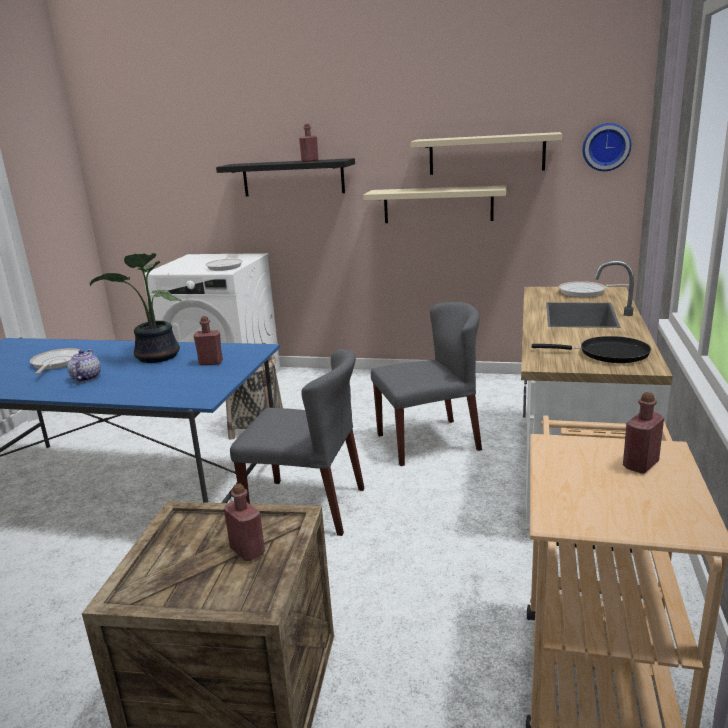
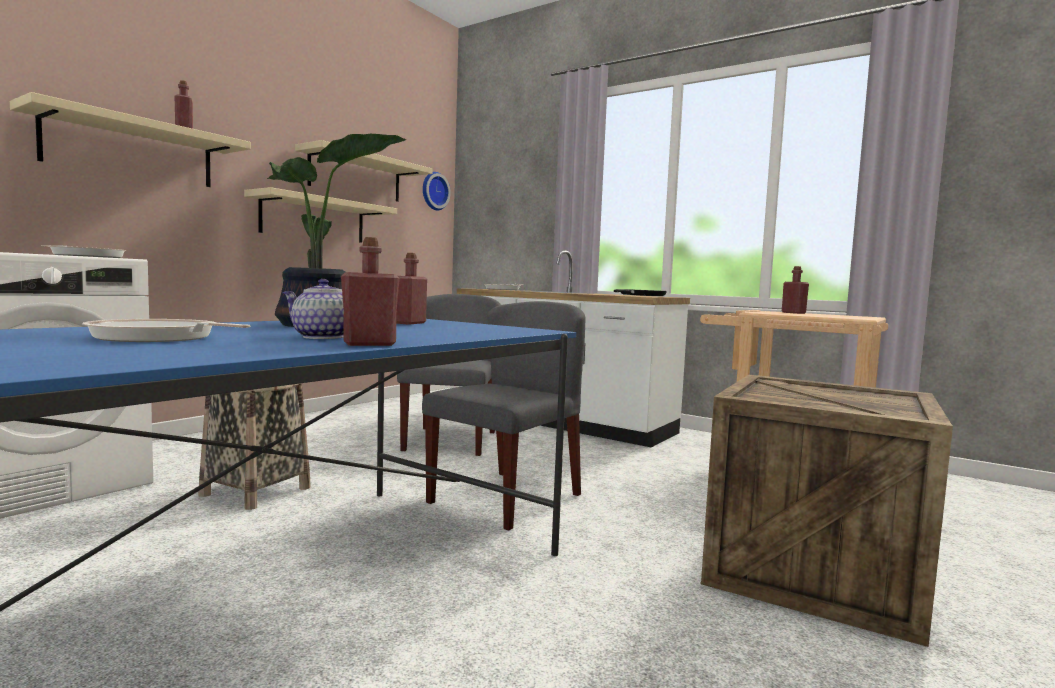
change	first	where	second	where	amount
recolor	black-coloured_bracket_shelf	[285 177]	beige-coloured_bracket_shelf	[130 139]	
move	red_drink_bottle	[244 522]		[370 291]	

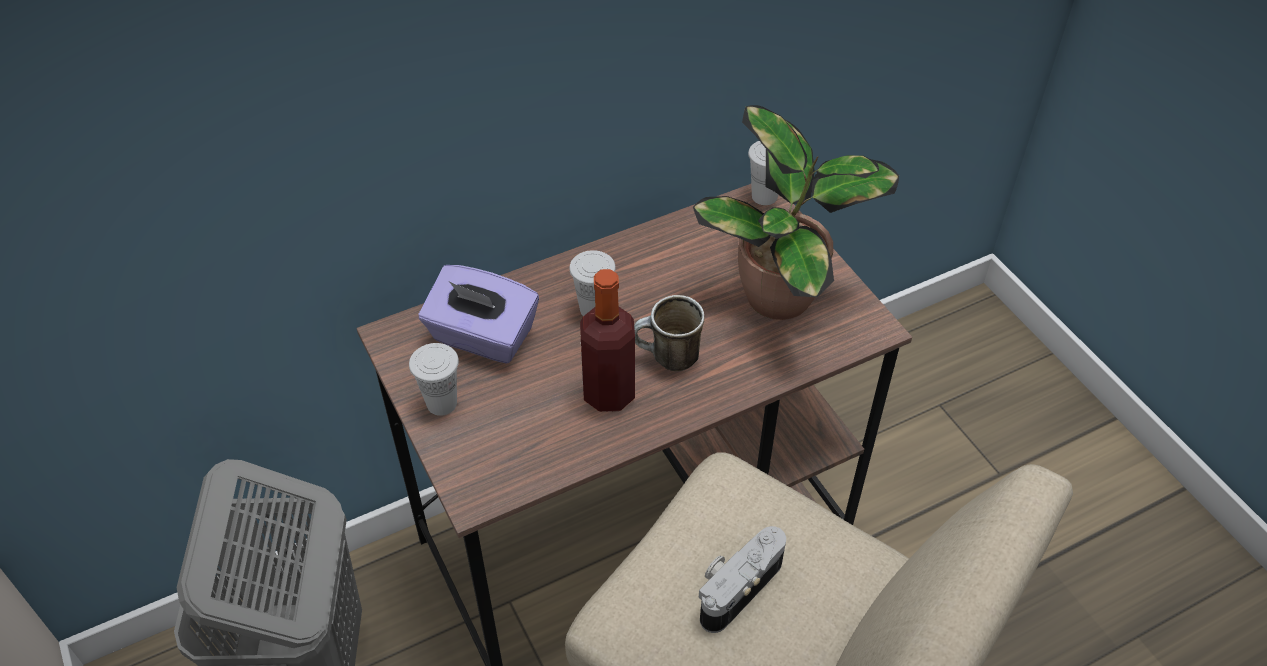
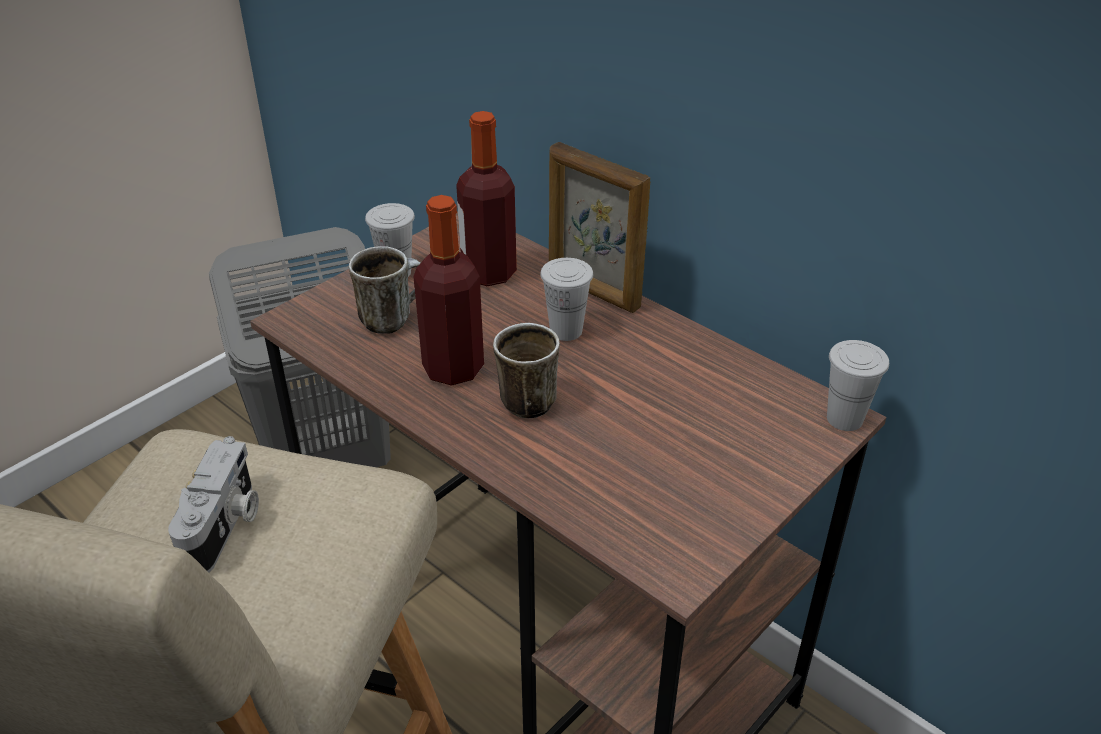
change	first	where	second	where	amount
delete	plant_in_a_pot	[796 212]			
replace	purple_tissue_holder	[479 314]	drink_bottle	[486 198]	
rotate	still_camera	[742 579]		[213 504]	75 degrees clockwise
insert			standing_frame	[600 227]	
insert			tea_mug	[384 290]	

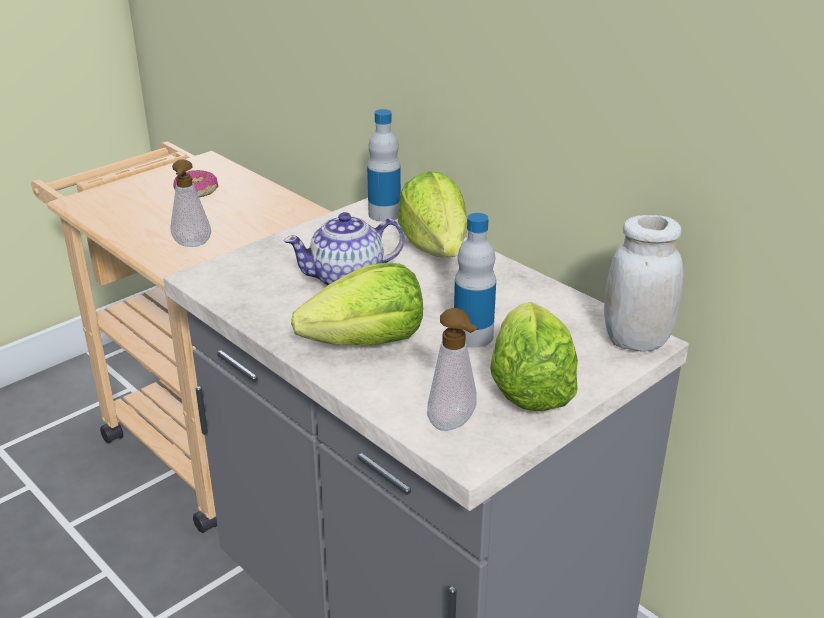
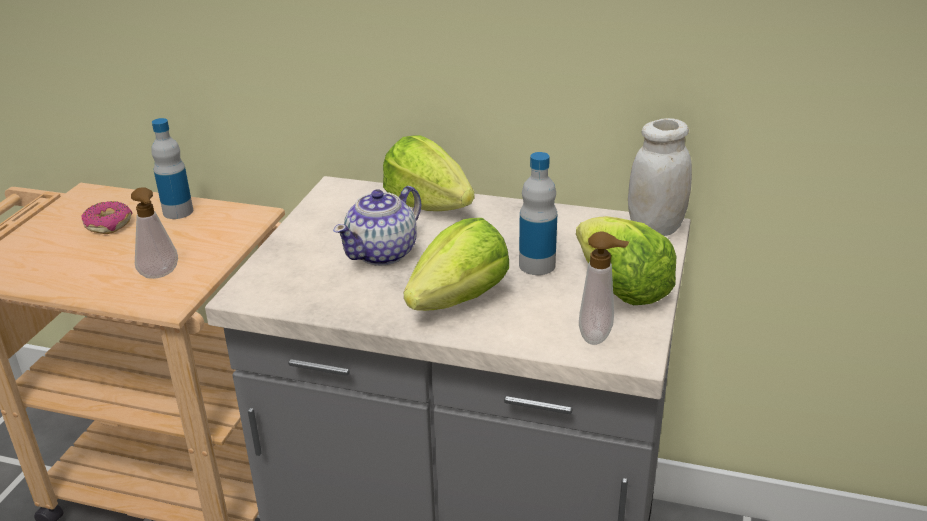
change	first	where	second	where	amount
move	drink_bottle	[384 165]		[172 168]	

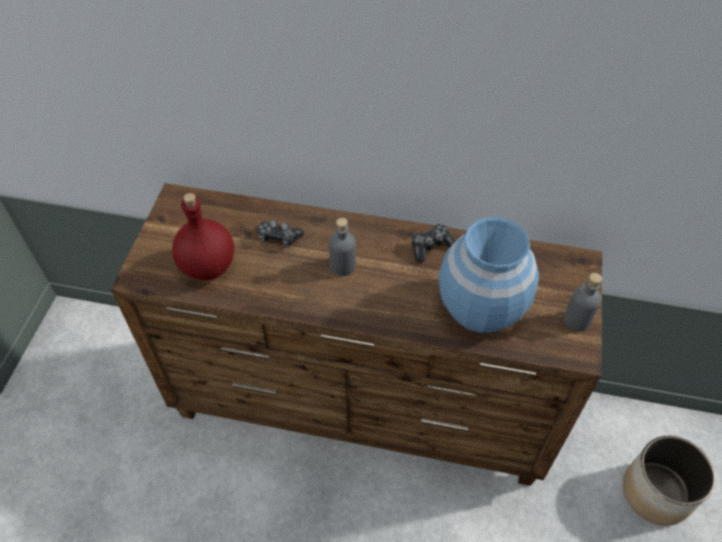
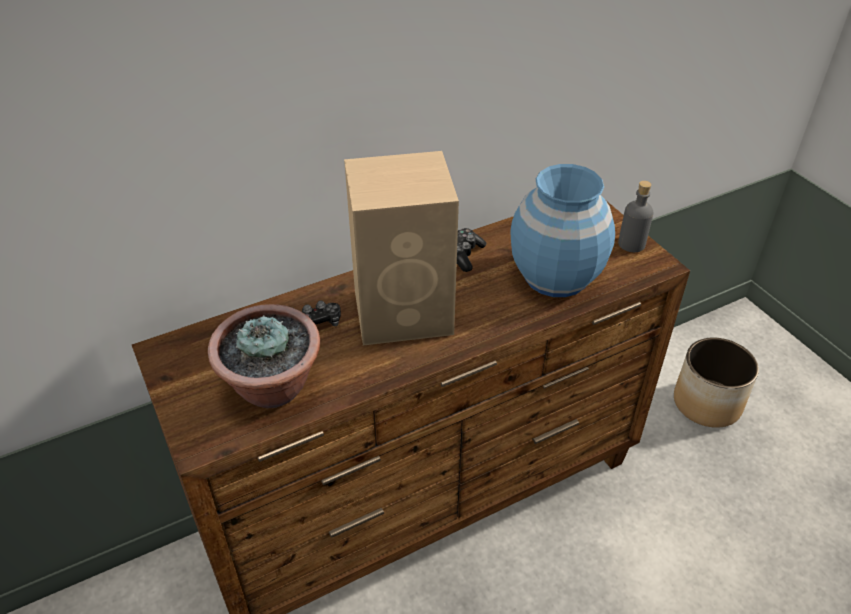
change	first	where	second	where	amount
replace	red_drink_bottle	[203 236]	plant_in_a_pot	[264 356]	
replace	grey_drink_bottle	[342 247]	beige-coloured_audio_speaker	[401 248]	

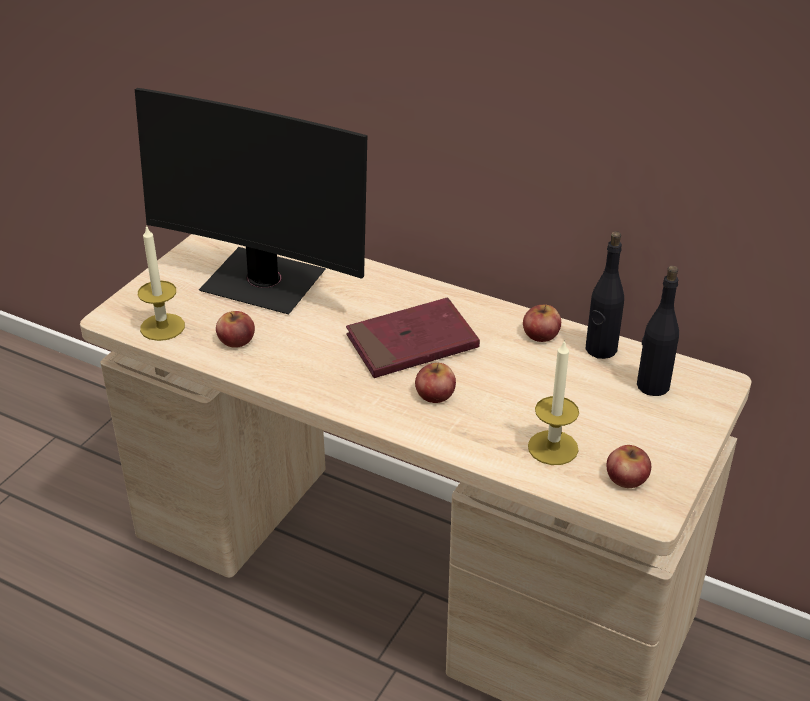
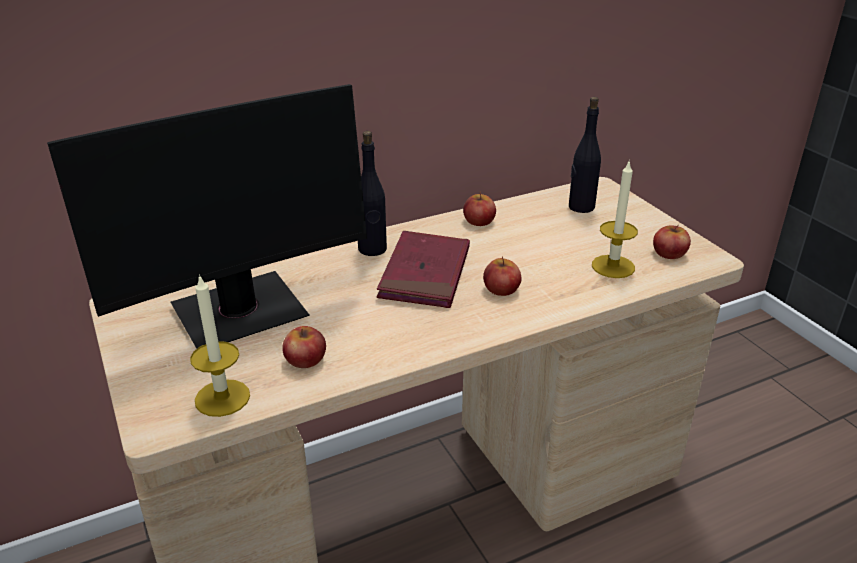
change	first	where	second	where	amount
move	black-coloured_drink_bottle	[605 295]		[372 193]	

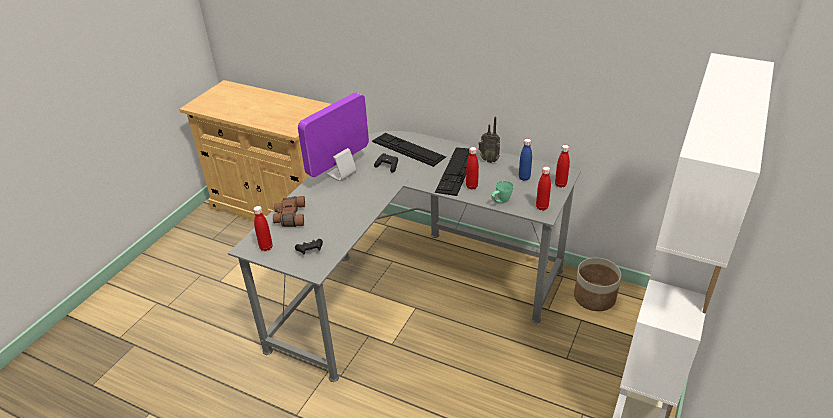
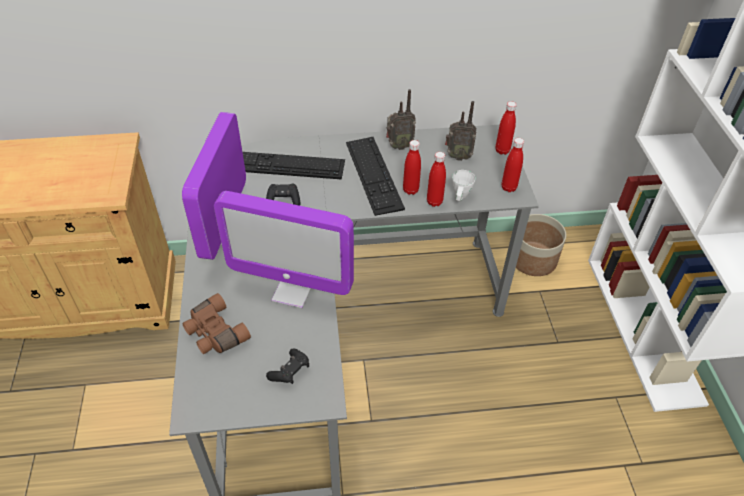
change	first	where	second	where	amount
replace	blue_drink_bottle	[525 160]	radio_receiver	[460 131]	
recolor	green_tea_mug	[502 192]	white_tea_mug	[463 185]	
move	red_drink_bottle	[263 228]		[436 179]	
insert			computer_display	[284 249]	

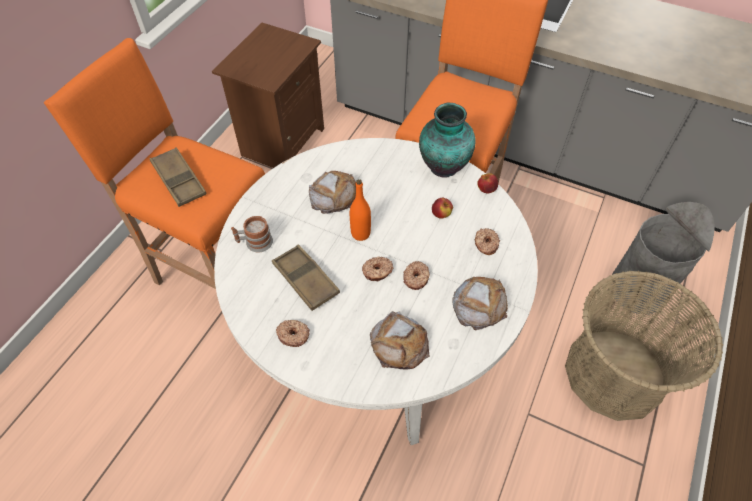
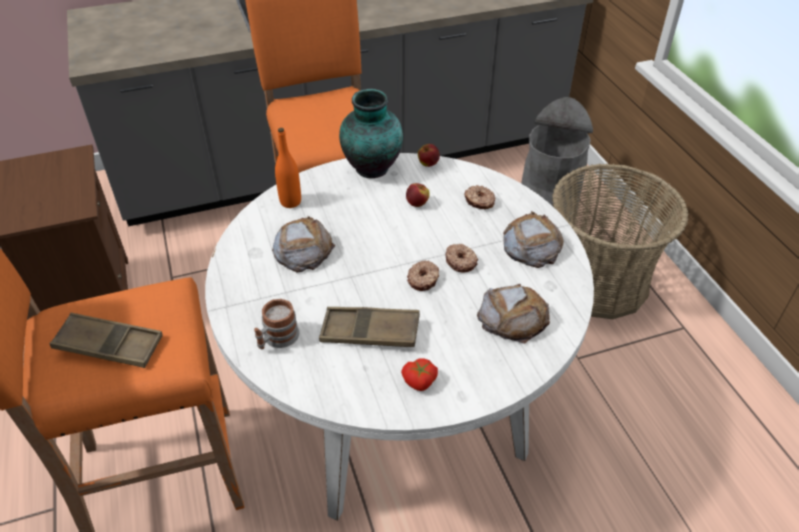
change	first	where	second	where	amount
move	orange-coloured_drink_bottle	[360 210]		[288 168]	
replace	doughnut	[293 333]	whole_tomato	[419 374]	

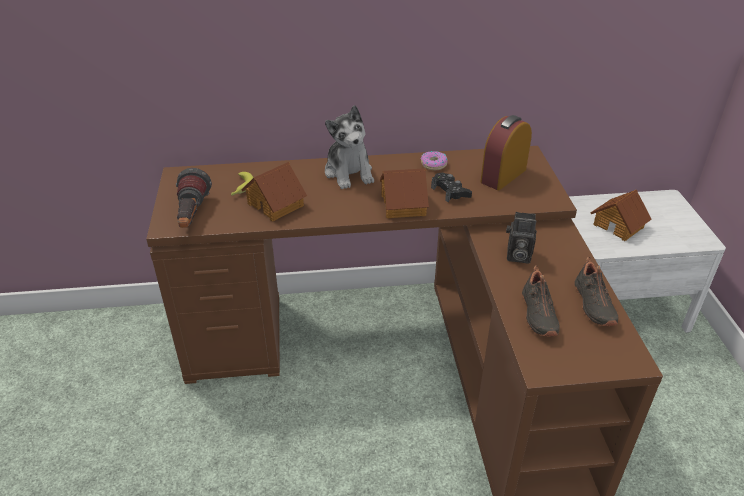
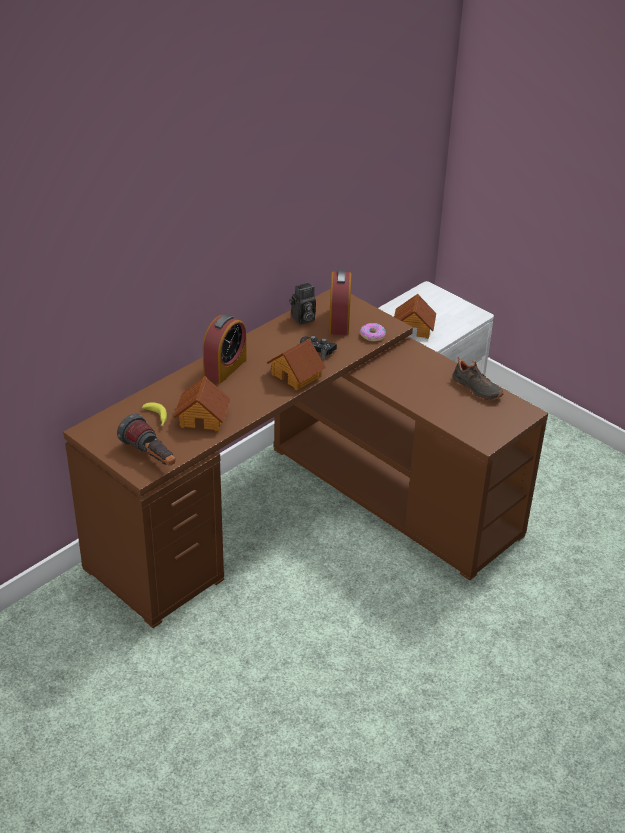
change	first	where	second	where	amount
replace	cuddly_toy	[349 147]	table_clock	[225 348]	
move	doughnut	[434 160]		[373 332]	
move	still_camera	[521 238]		[302 303]	
delete	black-coloured_item_of_footwear	[541 301]			

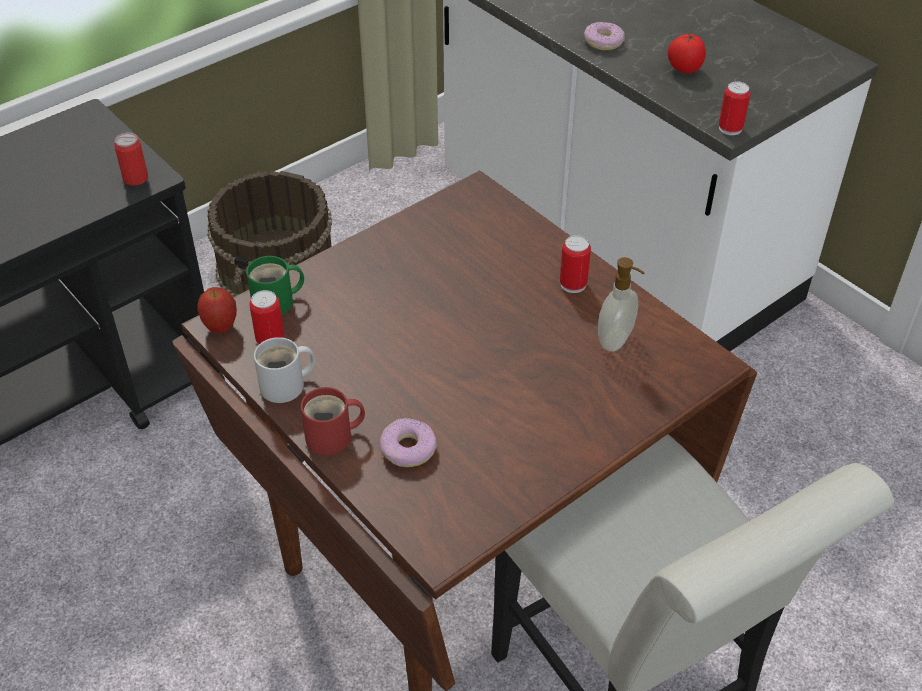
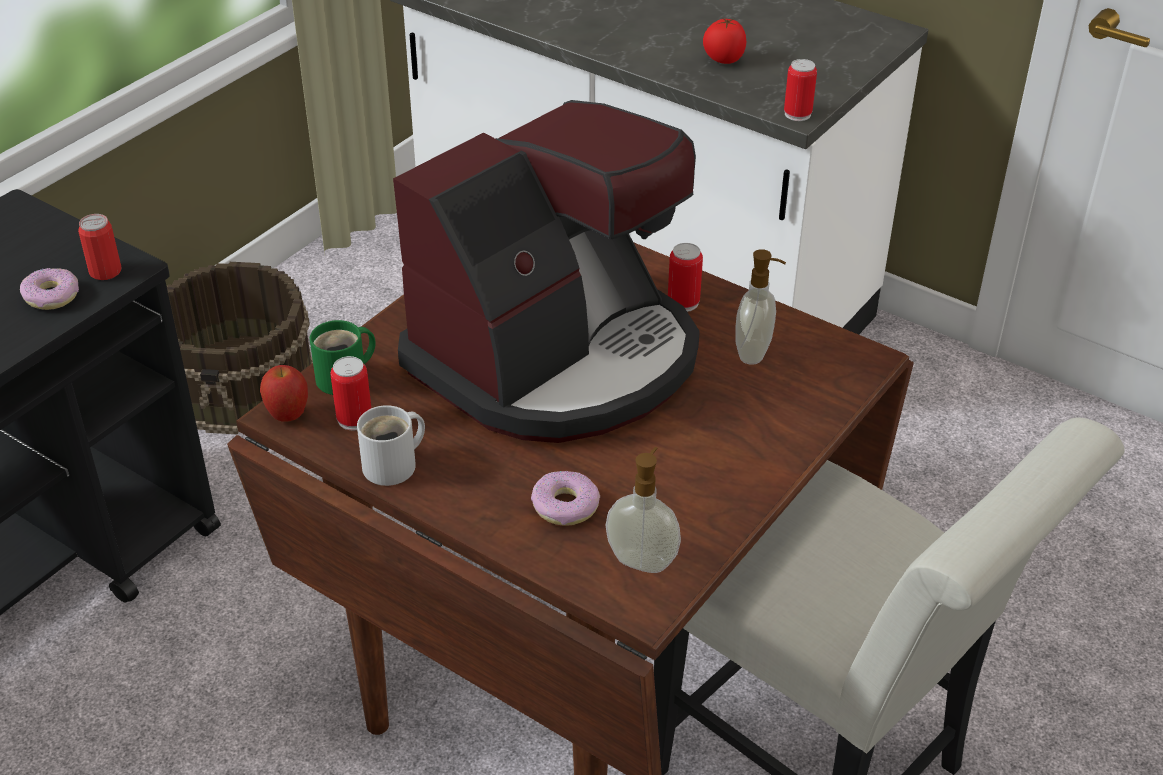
change	first	where	second	where	amount
move	doughnut	[604 36]		[49 289]	
delete	red_tea_mug	[333 421]			
insert			coffee_maker	[546 271]	
insert			soap_dispenser	[643 510]	

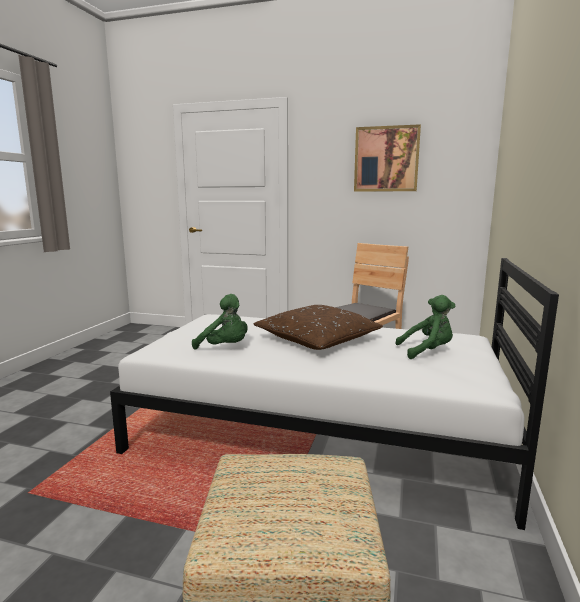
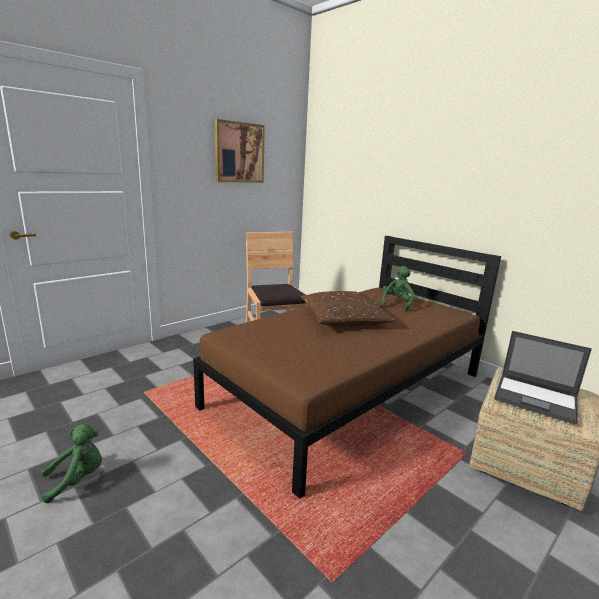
change	first	where	second	where	amount
recolor	white_bedroom_bed	[334 394]	brown-coloured_bedroom_bed	[347 367]	
move	green_cuddly_toy	[220 322]		[71 463]	
insert			laptop	[543 378]	

